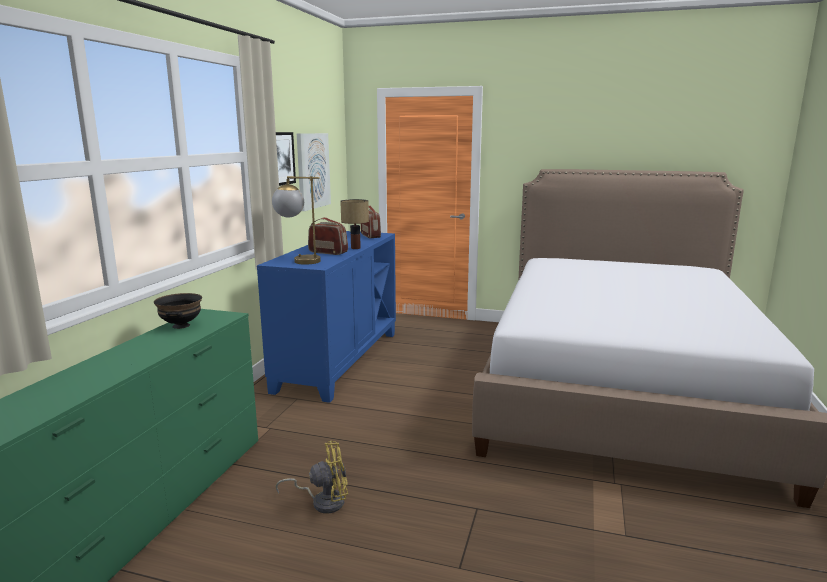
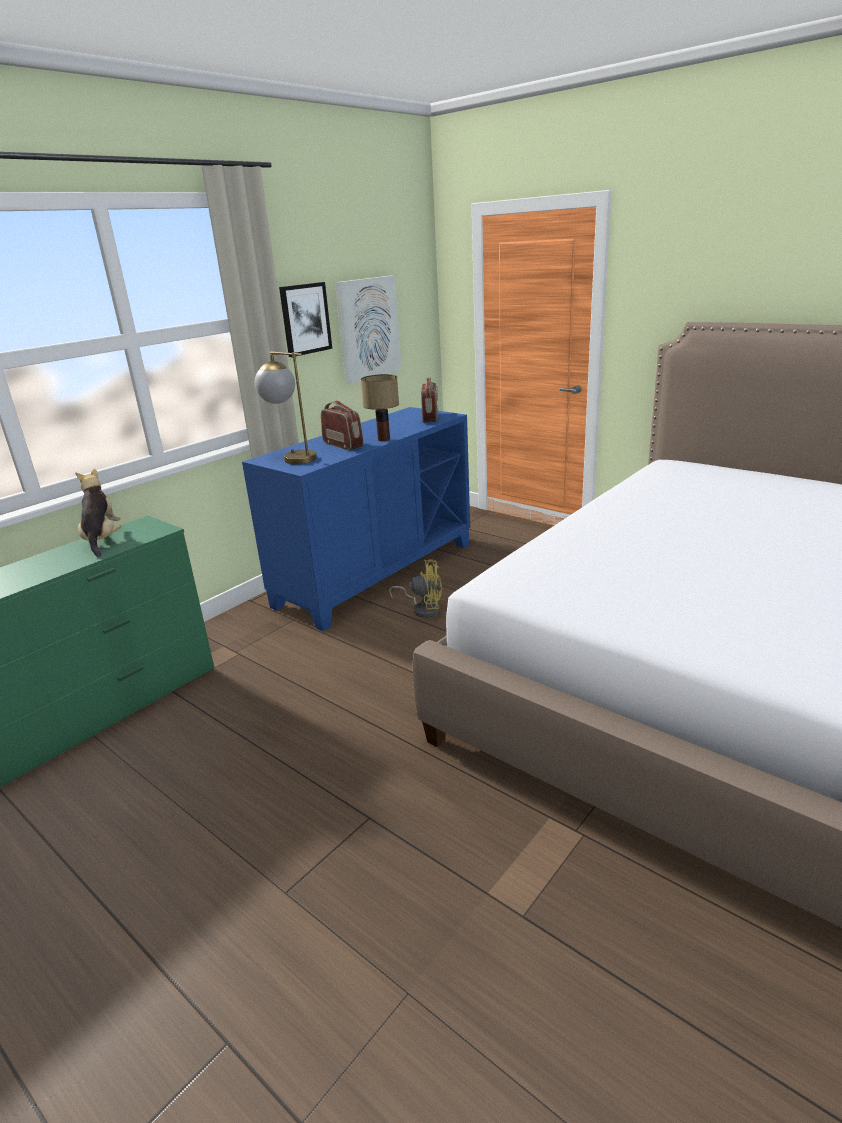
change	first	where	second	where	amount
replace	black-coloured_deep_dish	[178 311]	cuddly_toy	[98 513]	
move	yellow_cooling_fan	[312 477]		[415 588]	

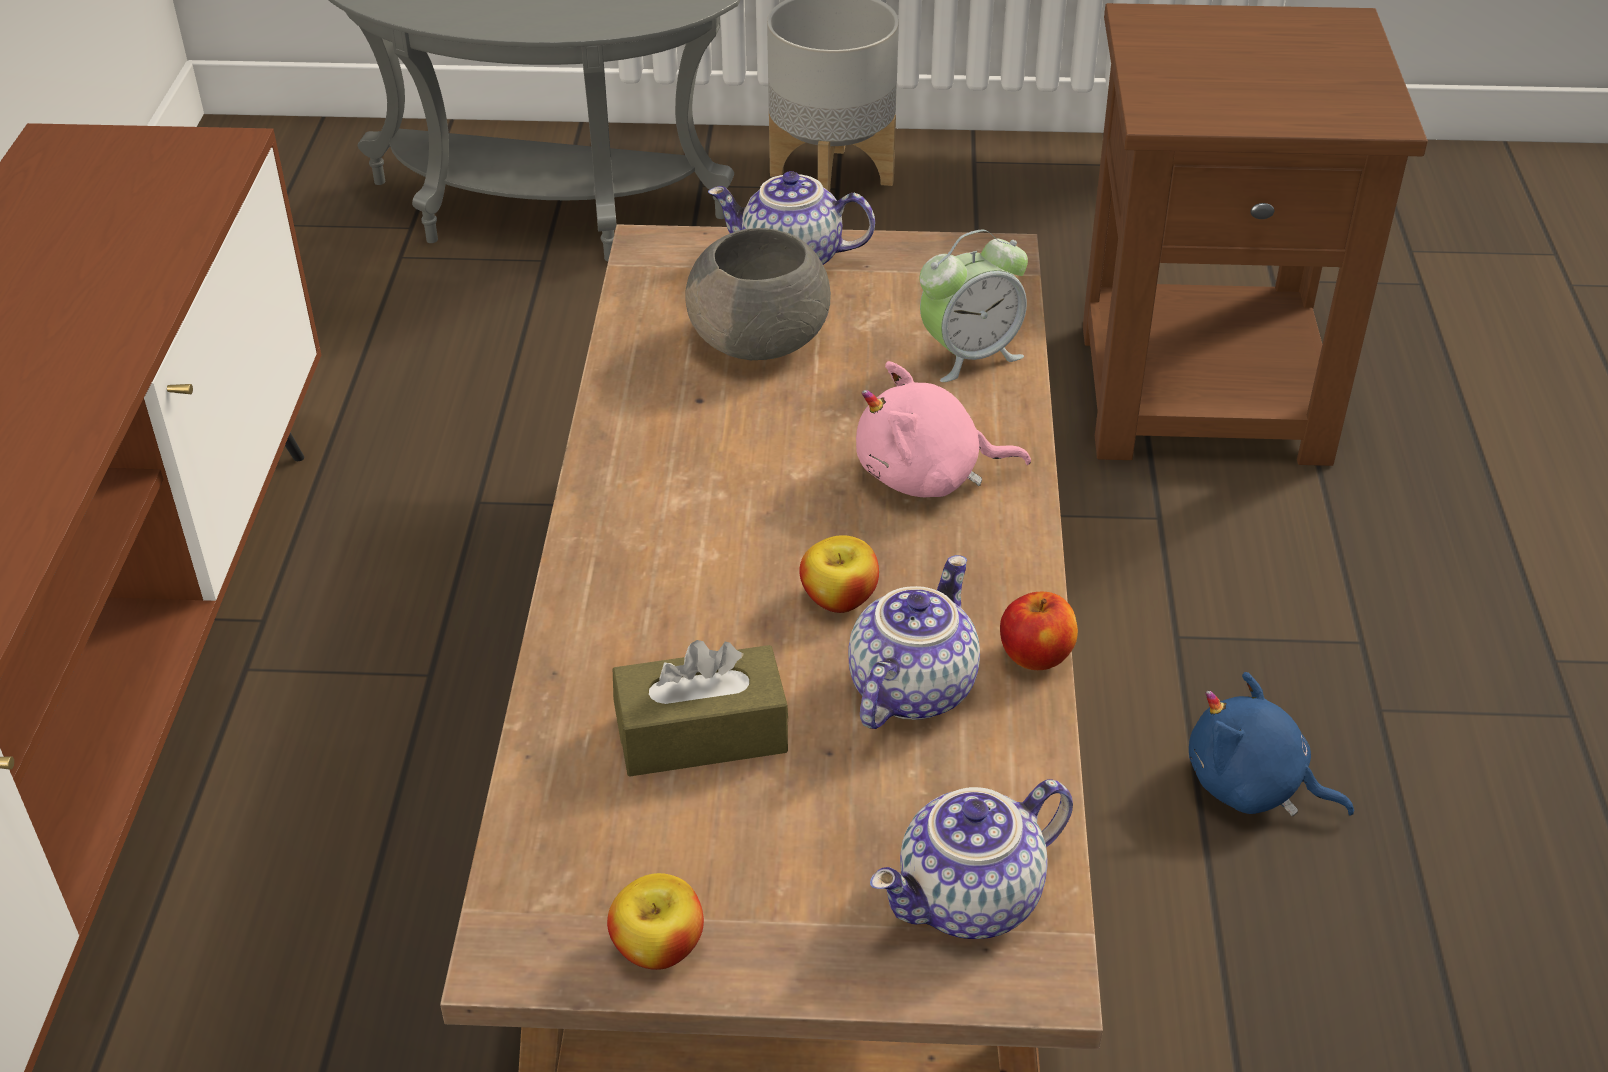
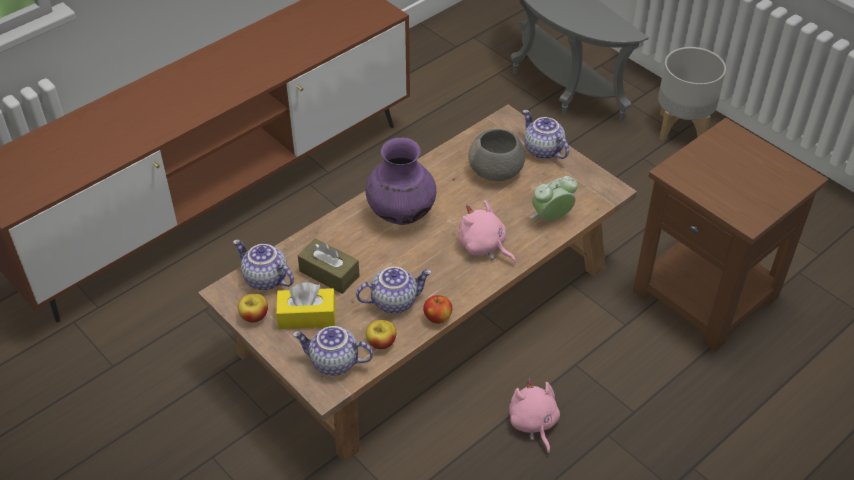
change	first	where	second	where	amount
rotate	table_clock	[974 305]		[554 198]	135 degrees clockwise
move	apple	[839 574]		[381 334]	
recolor	blue_cuddly_toy	[1271 744]	pink-coloured_cuddly_toy	[534 416]	
insert			purple_vase	[400 181]	
insert			teapot	[263 264]	
insert			yellow_tissue_holder	[305 305]	

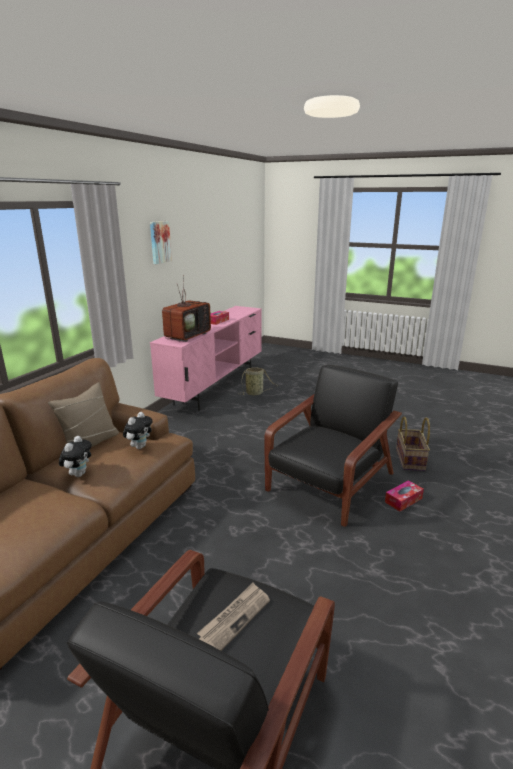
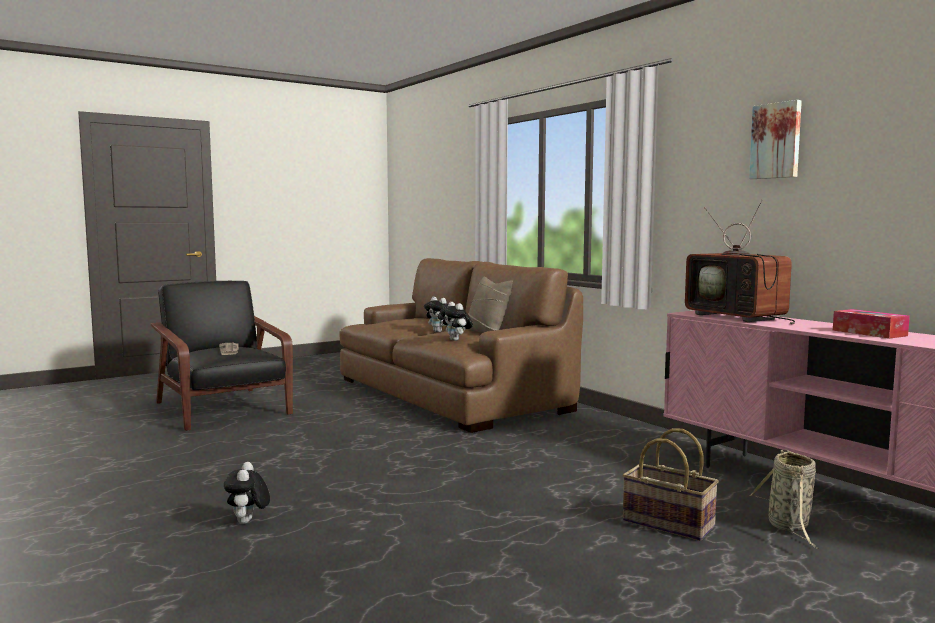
change	first	where	second	where	amount
delete	black-coloured_armchair	[333 446]			
move	household_basket	[413 444]		[670 484]	
replace	tissue_holder	[404 495]	cuddly_toy	[247 493]	

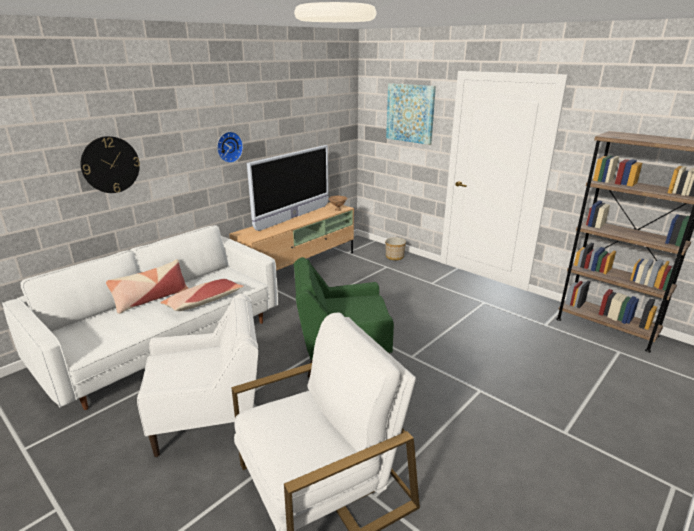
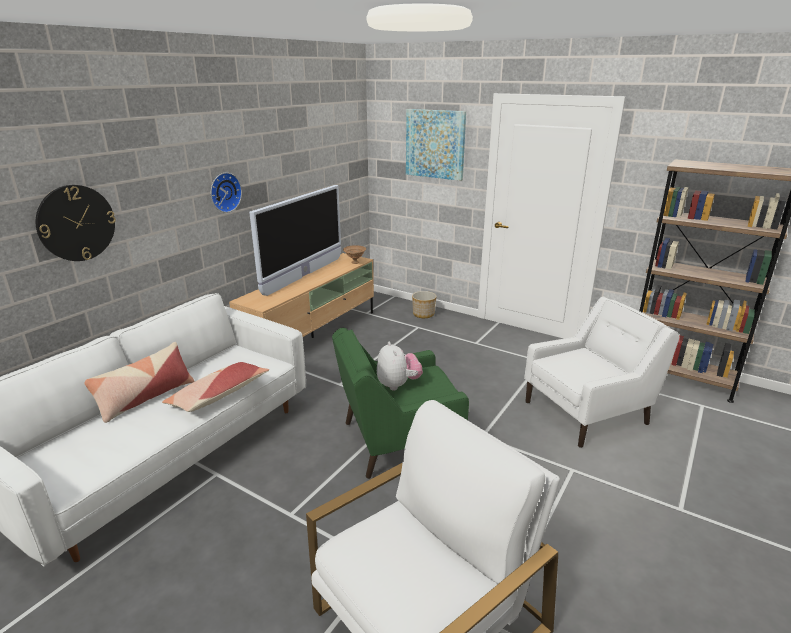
change	first	where	second	where	amount
move	white_armchair	[197 375]		[601 372]	
insert			cuddly_toy	[400 365]	

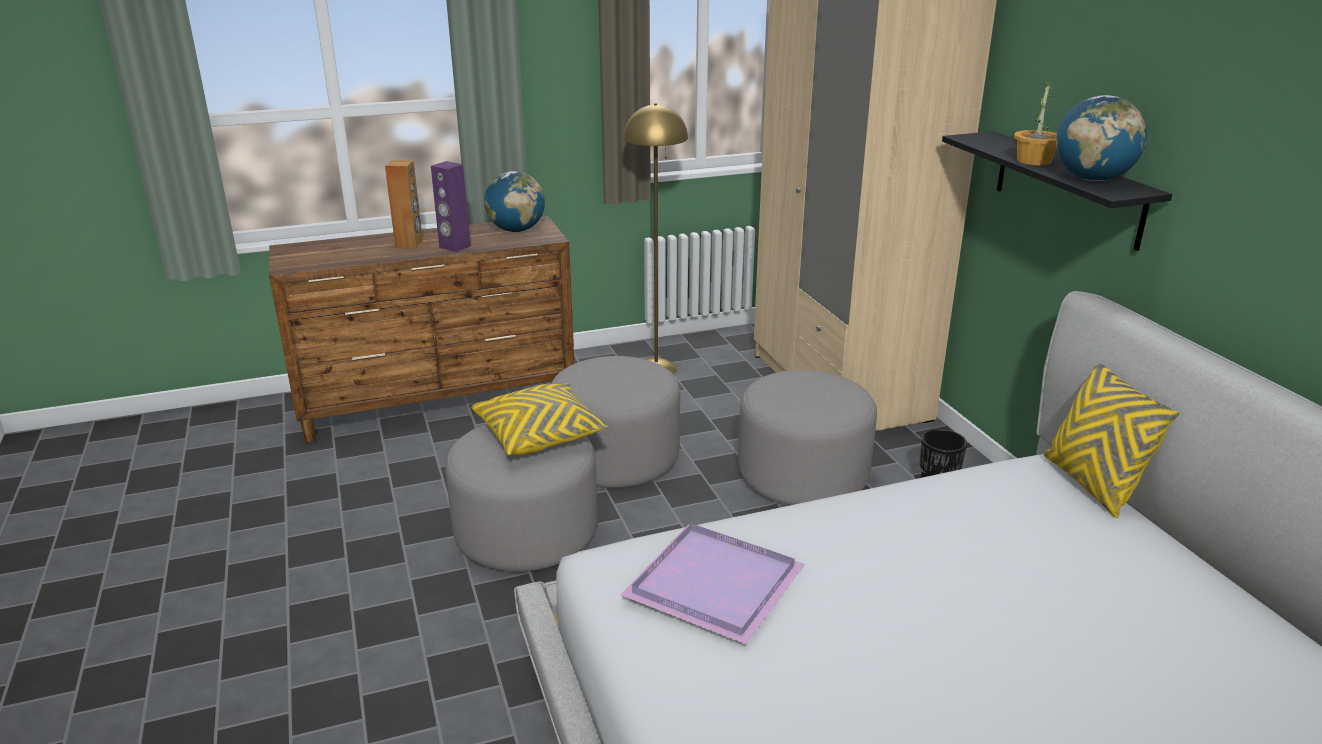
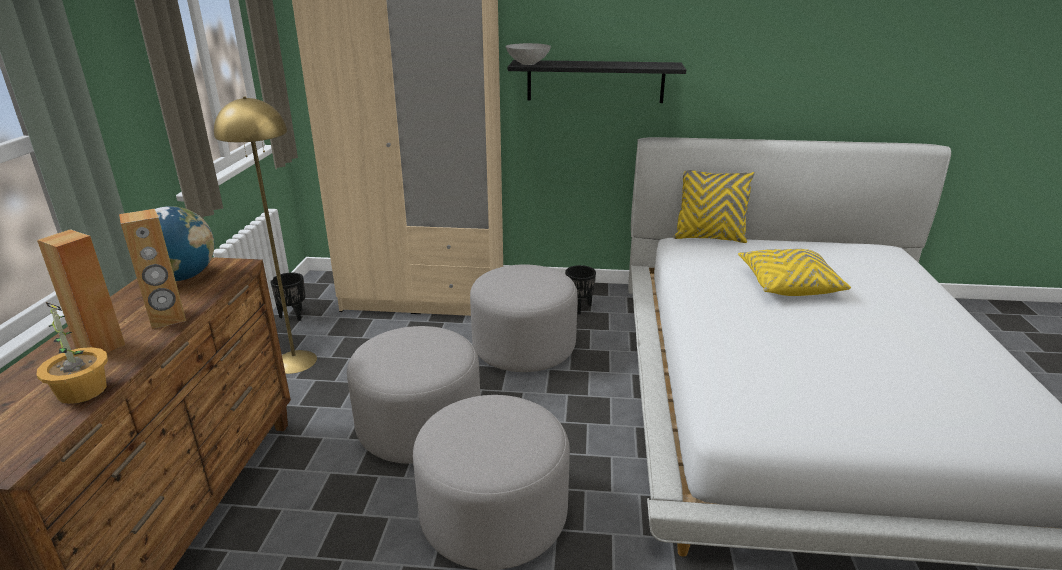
change	first	where	second	where	amount
move	plant_in_a_pot	[1035 123]		[72 353]	
delete	world_globe	[1101 138]			
recolor	purple_audio_speaker	[451 206]	brown-coloured_audio_speaker	[152 269]	
move	yellow_throw_pillow	[540 419]		[794 272]	
delete	purple_carrying_tray	[713 583]			
insert			grey_deep_dish	[528 54]	
insert			black-coloured_planter	[288 297]	

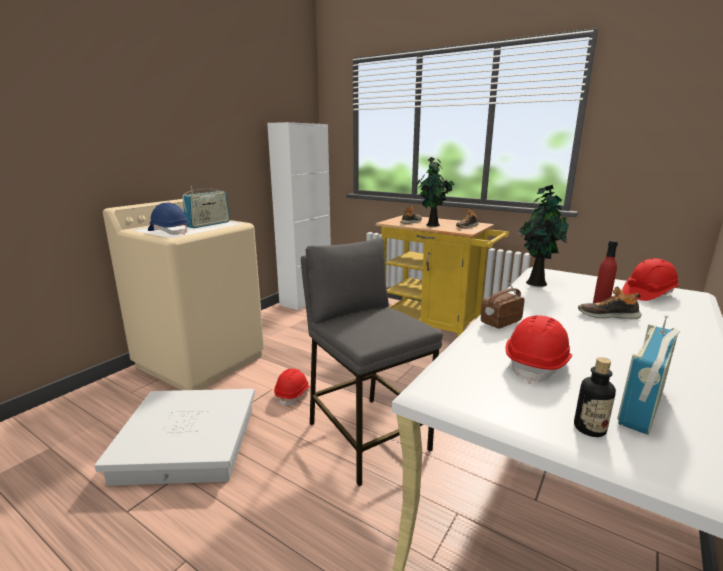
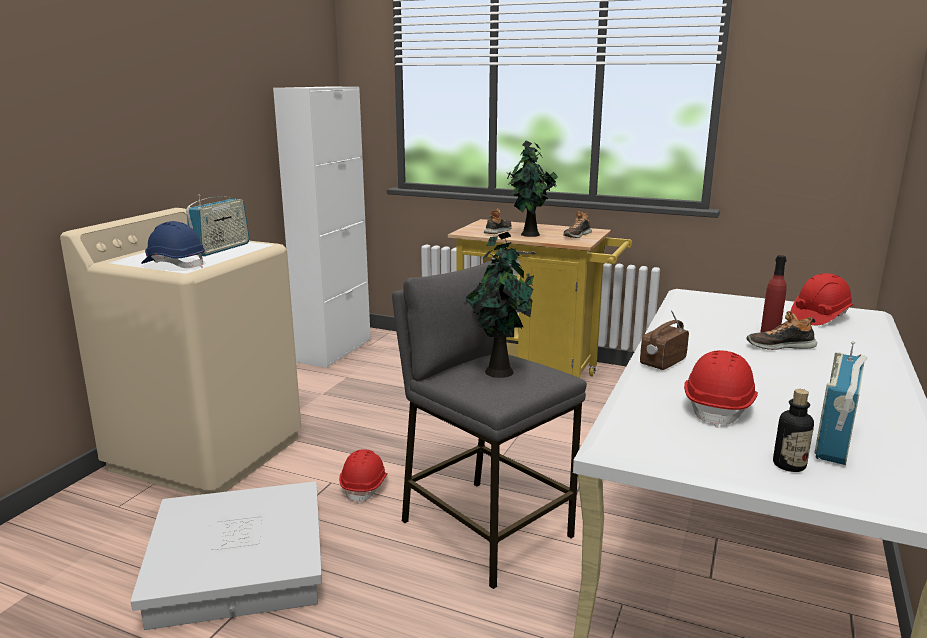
change	first	where	second	where	amount
move	plant_in_a_pot	[543 236]		[499 305]	

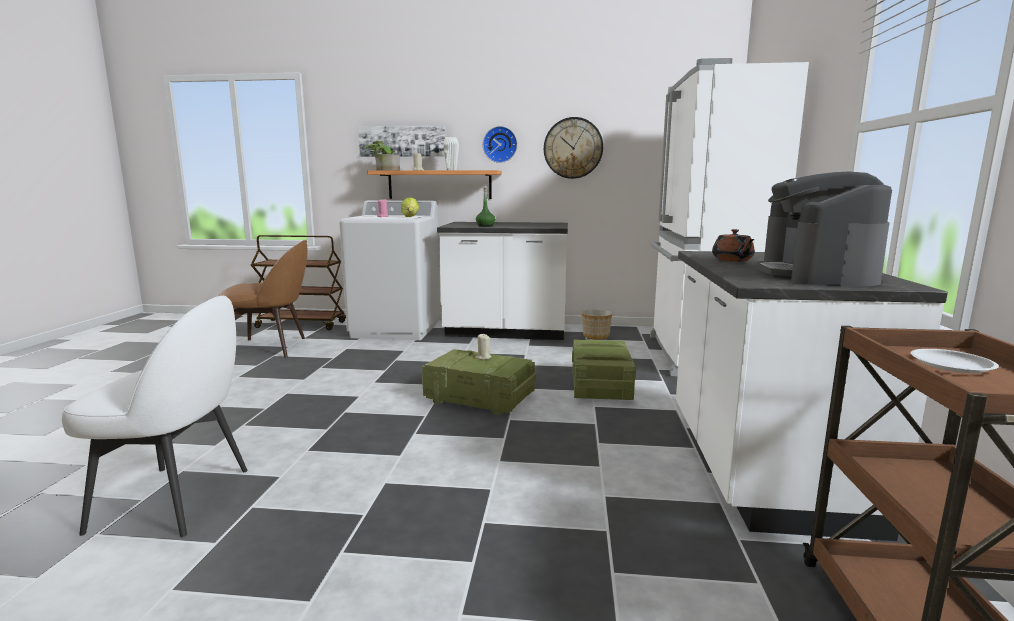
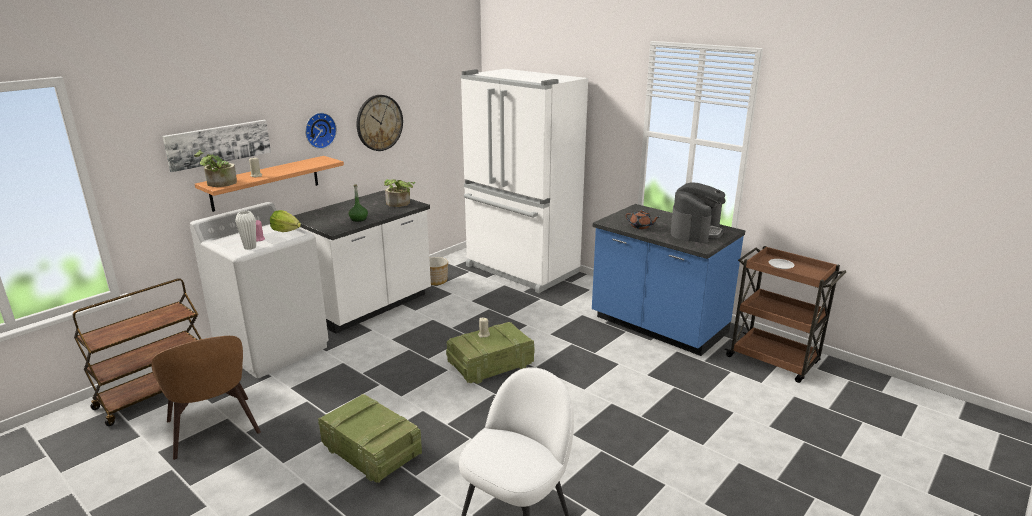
change	first	where	second	where	amount
move	white_vase	[451 153]		[245 230]	
rotate	coffee_maker	[824 228]		[698 212]	105 degrees counterclockwise
rotate	brown-coloured_chair	[262 299]		[206 398]	120 degrees clockwise
recolor	white_counter	[812 396]	blue_counter	[668 280]	
move	shipping_crate	[604 369]		[370 438]	
insert			plant_in_a_pot	[399 193]	

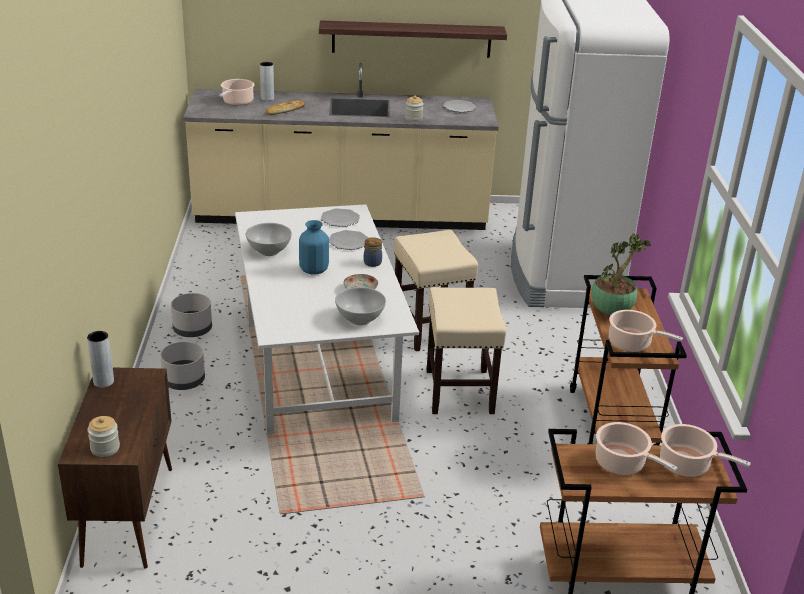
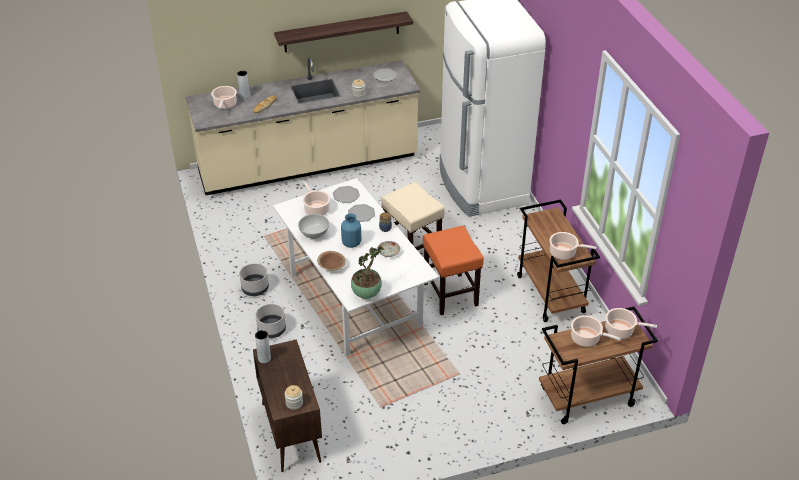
change	first	where	second	where	amount
move	plant_in_a_pot	[621 274]		[367 273]	
delete	white_deep_dish	[360 306]			
recolor	beige-coloured_sitting_stool	[466 350]	orange-coloured_sitting_stool	[453 270]	
insert			cooking_pot	[316 198]	
insert			brown-coloured_deep_dish	[331 261]	

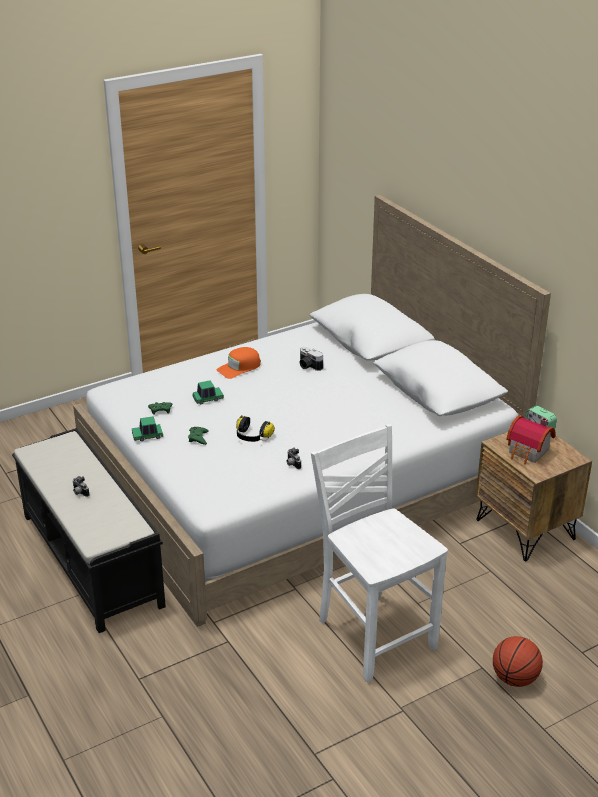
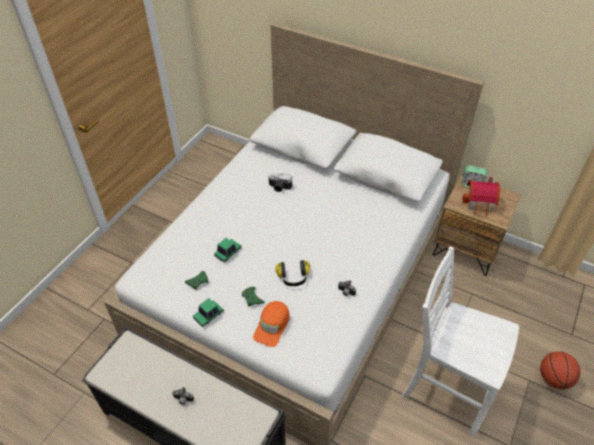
change	first	where	second	where	amount
move	orange-coloured_peaked_cap	[239 363]		[271 324]	

